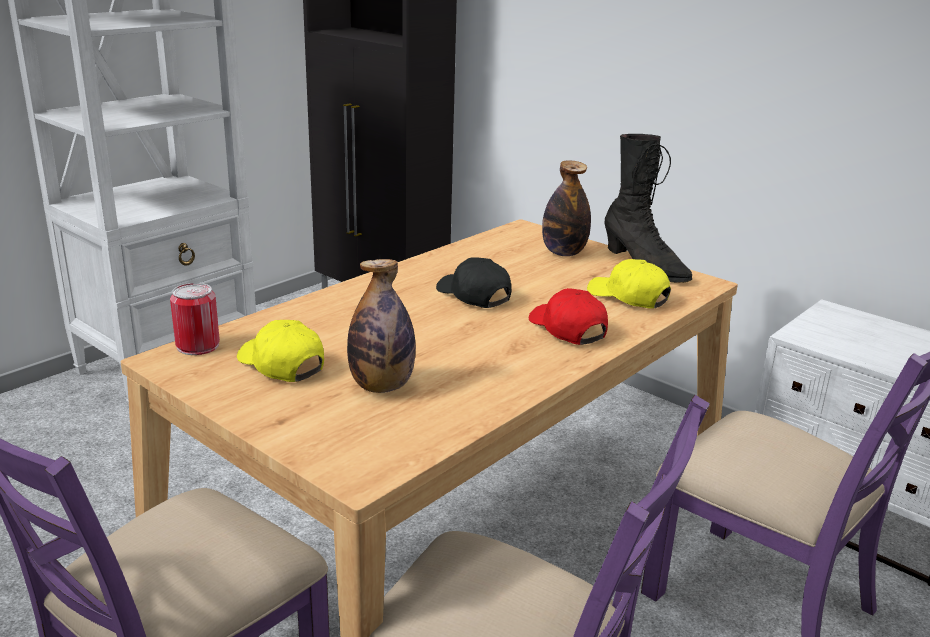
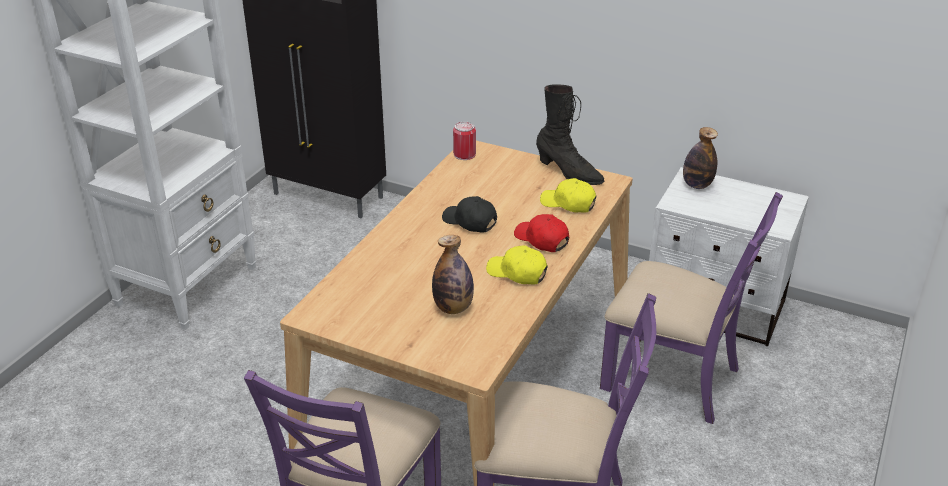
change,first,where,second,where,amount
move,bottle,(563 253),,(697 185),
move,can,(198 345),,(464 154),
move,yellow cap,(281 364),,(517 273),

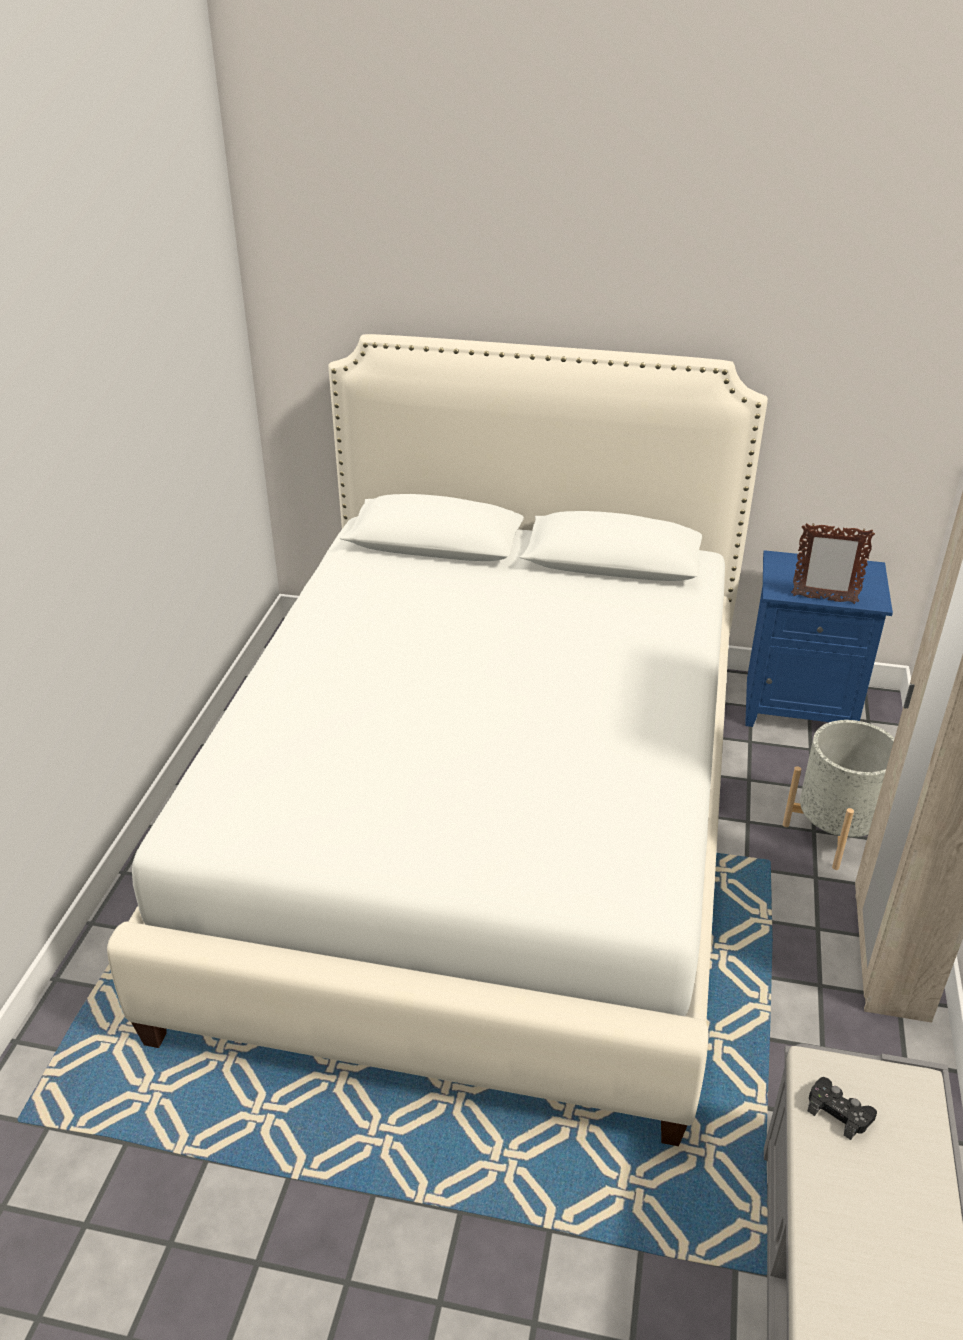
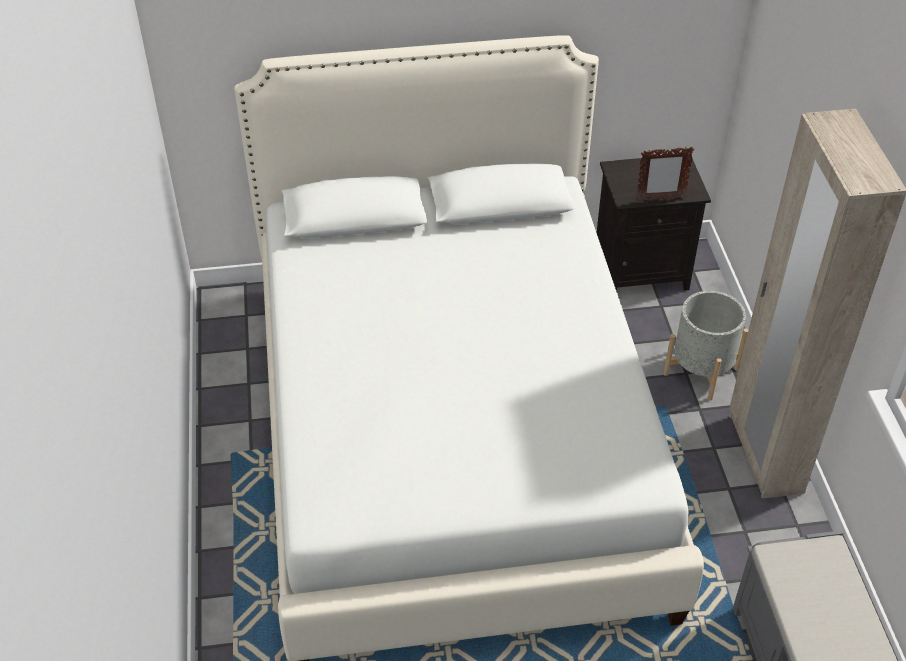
change,first,where,second,where,amount
recolor,blue nightstand,(801 706),black nightstand,(642 270),
delete,black game controller,(839 1112),,,

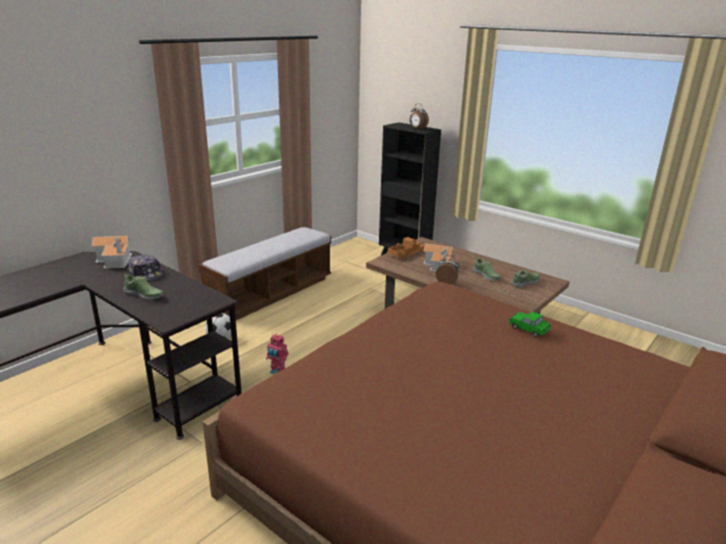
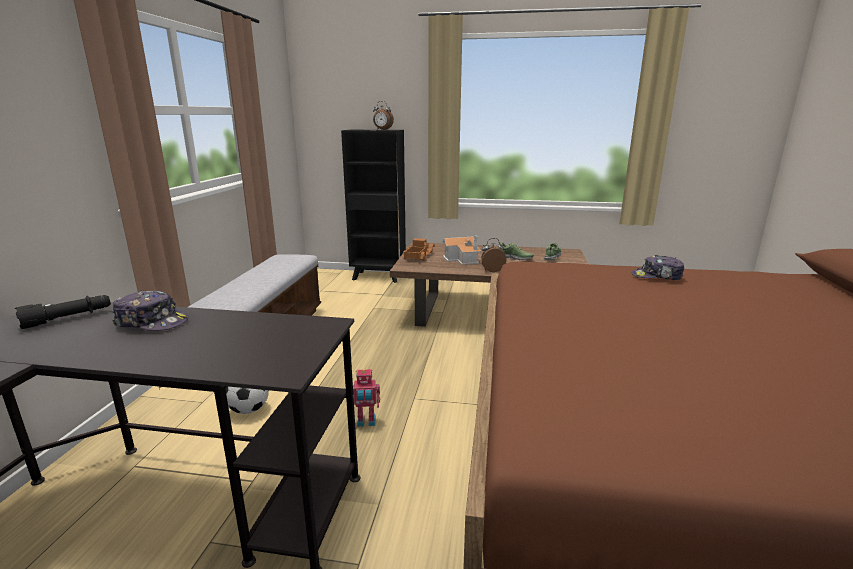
change,first,where,second,where,amount
replace,toy house,(116 260),black flashlight,(68 318),
delete,shoe,(144 295),,,
replace,toy car,(528 329),cap,(657 276),

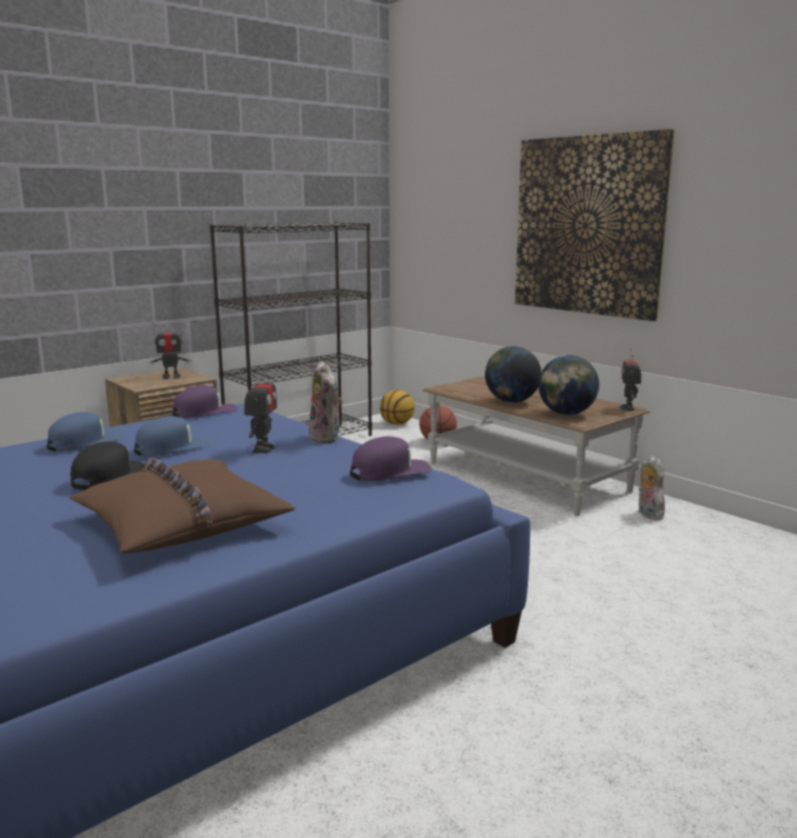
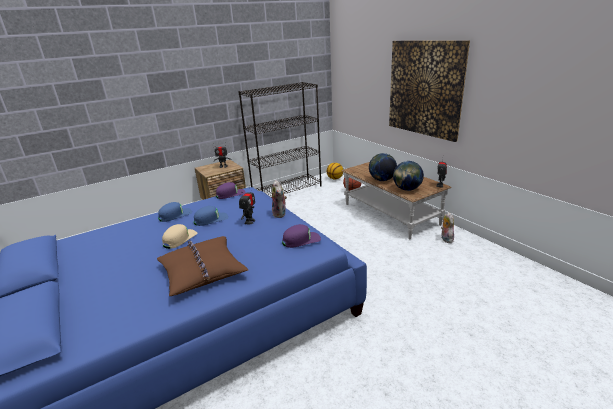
change,first,where,second,where,amount
recolor,black cap,(108 476),beige cap,(179 239),

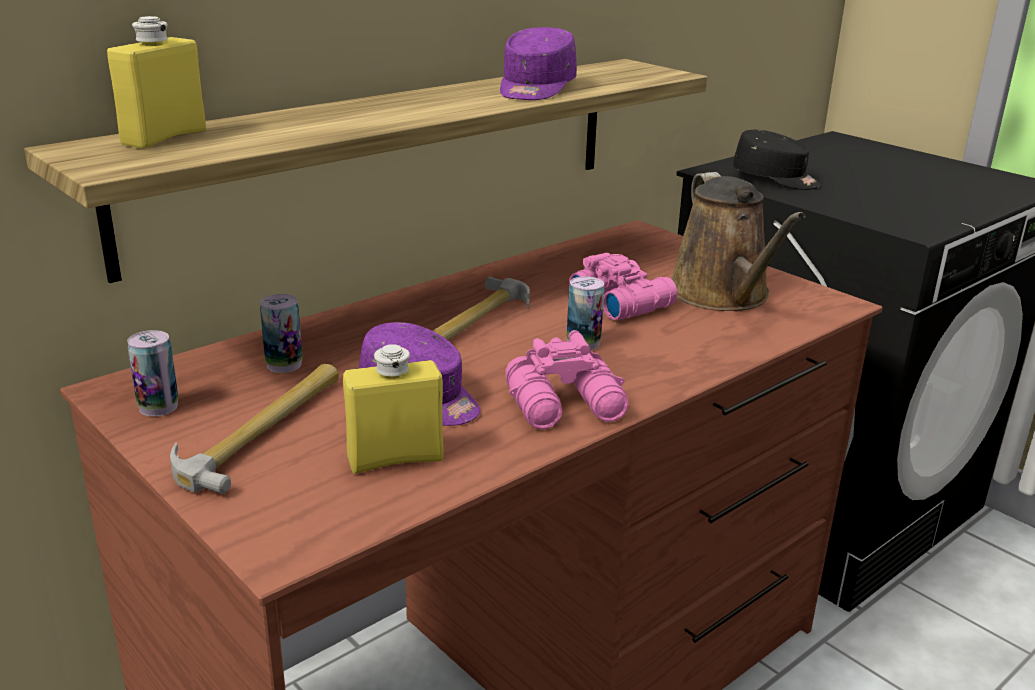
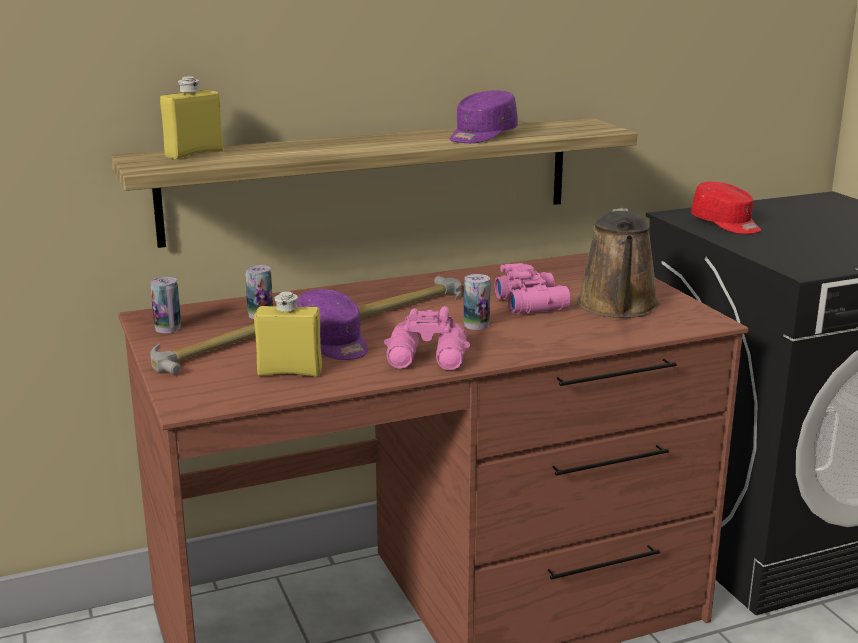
change,first,where,second,where,amount
recolor,black cap,(776 179),red cap,(726 224),

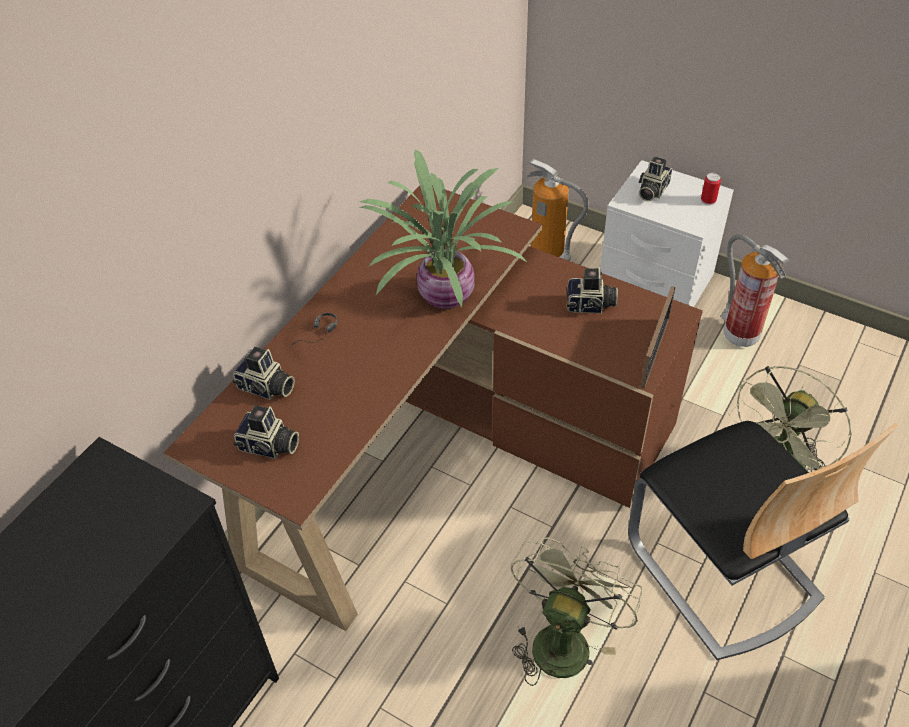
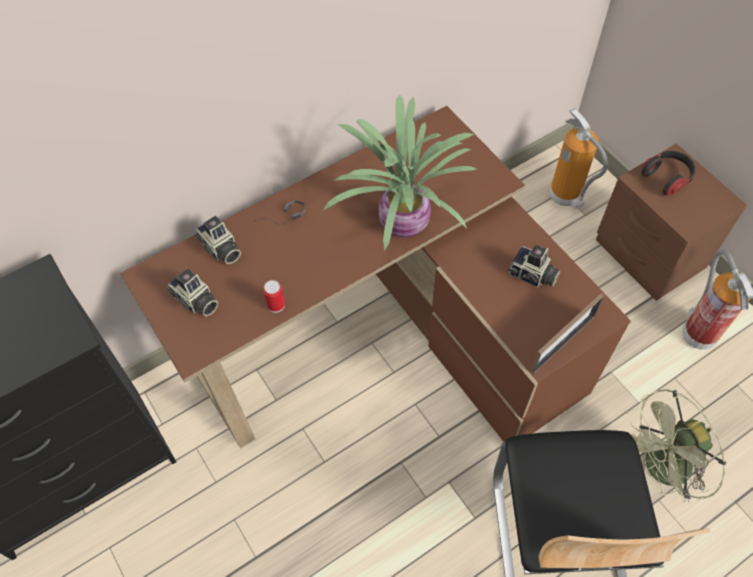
change,first,where,second,where,amount
replace,photo camera,(651 190),headphones,(667 177),
recolor,white nightstand,(656 281),brown nightstand,(649 254),
move,can,(708 200),,(276 305),
delete,green fan,(563 638),,,

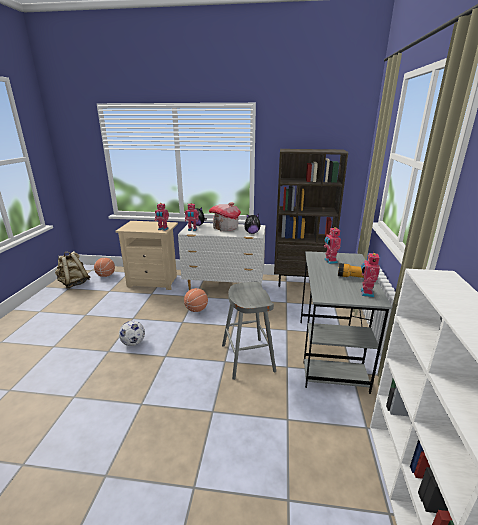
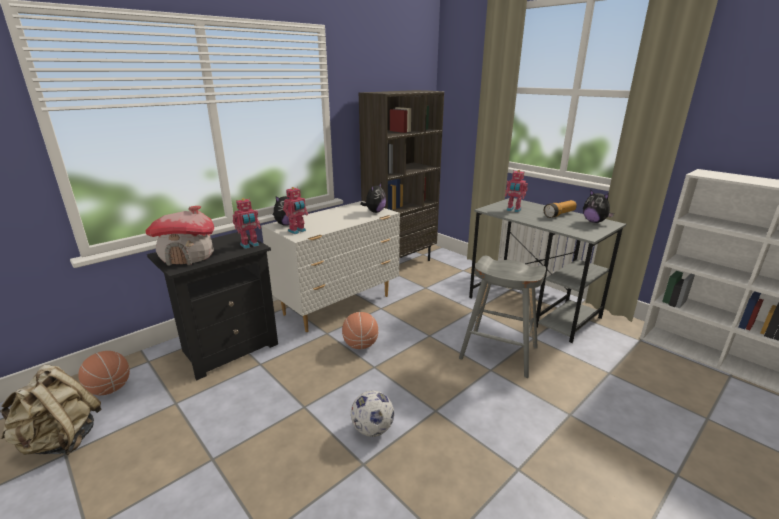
change,first,where,second,where,amount
move,toy house,(225 228),,(188 257),
recolor,beige nightstand,(154 281),black nightstand,(228 348),
replace,toy robot,(365 293),plush toy,(594 222),

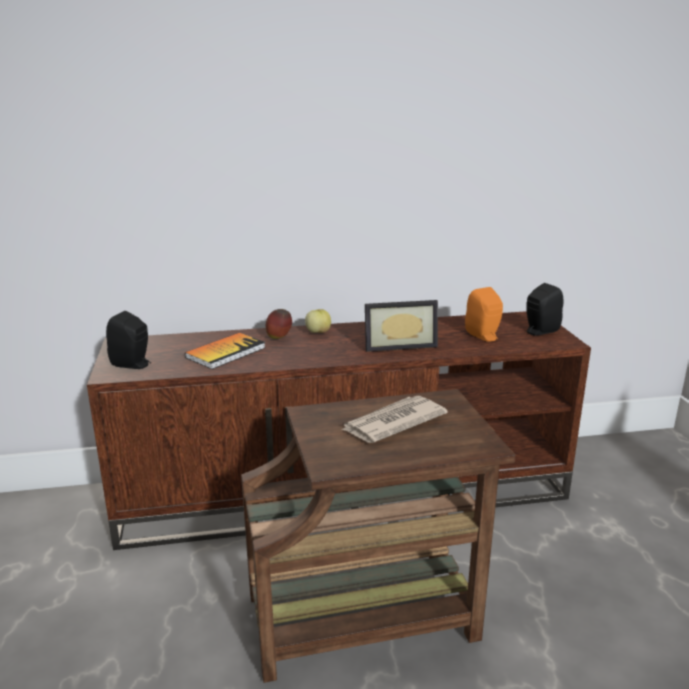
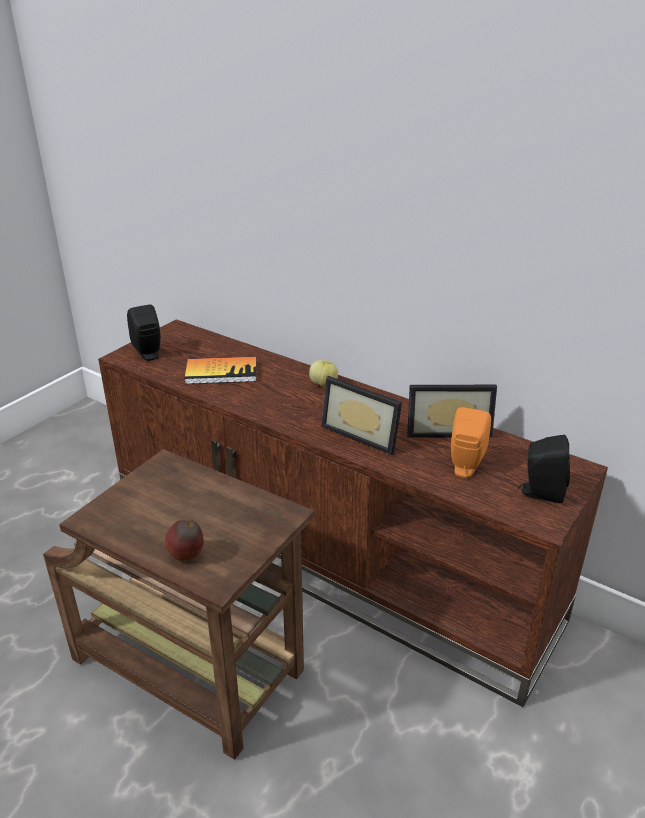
change,first,where,second,where,amount
move,apple,(279 338),,(187 557),
delete,newspaper,(392 423),,,
insert,,,picture frame,(447 429),

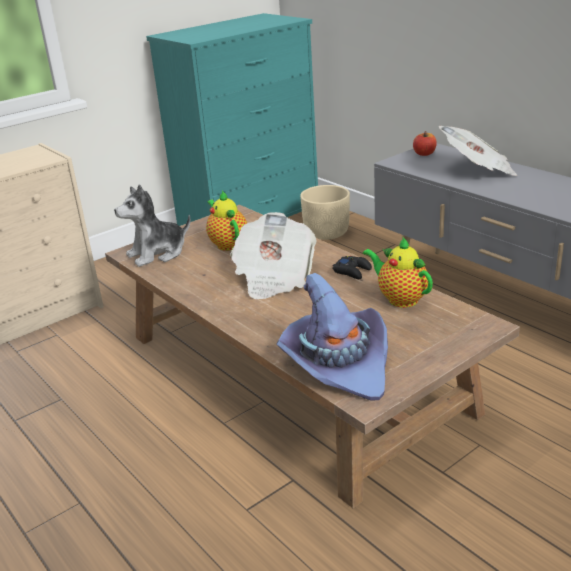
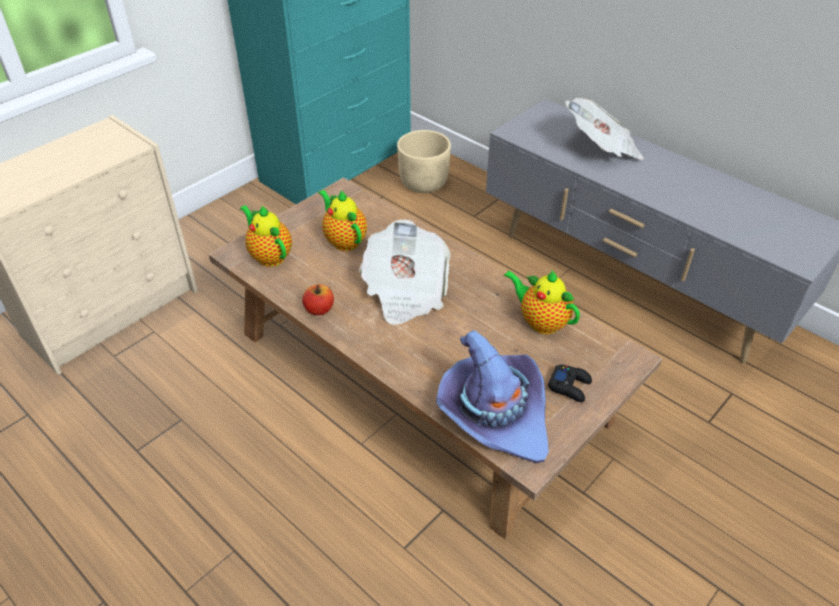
change,first,where,second,where,amount
move,apple,(424 154),,(319 309),
replace,plush toy,(157 253),teapot,(269 256),
move,black game controller,(352 271),,(570 386),

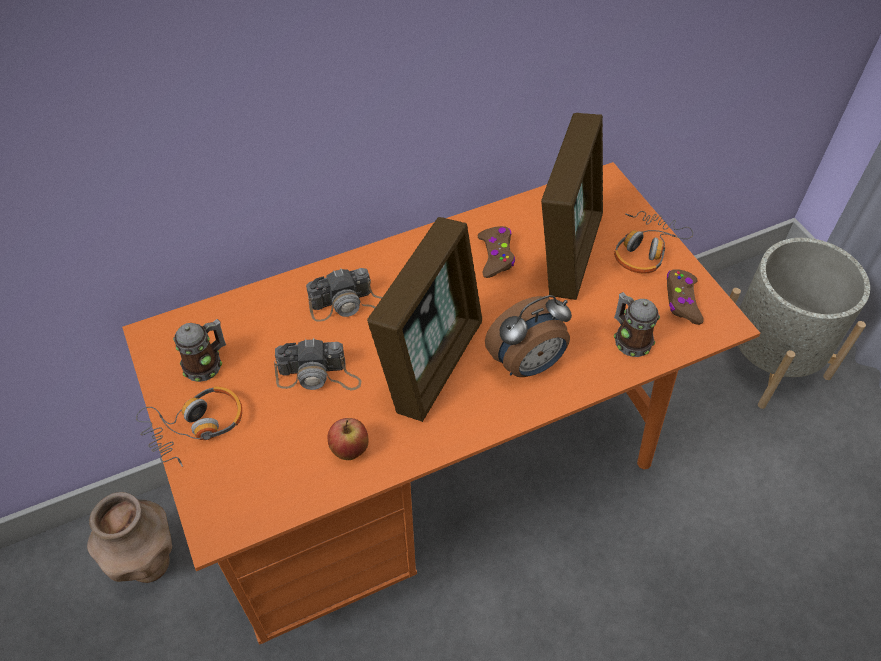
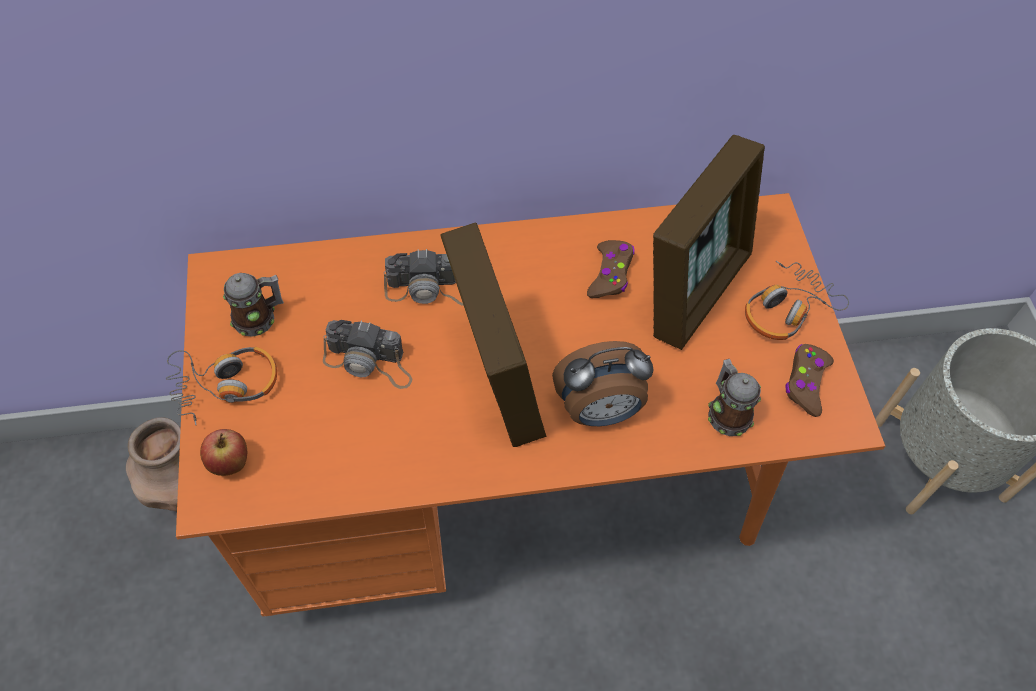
change,first,where,second,where,amount
rotate,picture frame,(431 362),,(495 379),60 degrees counterclockwise
move,apple,(350 450),,(230 463),

